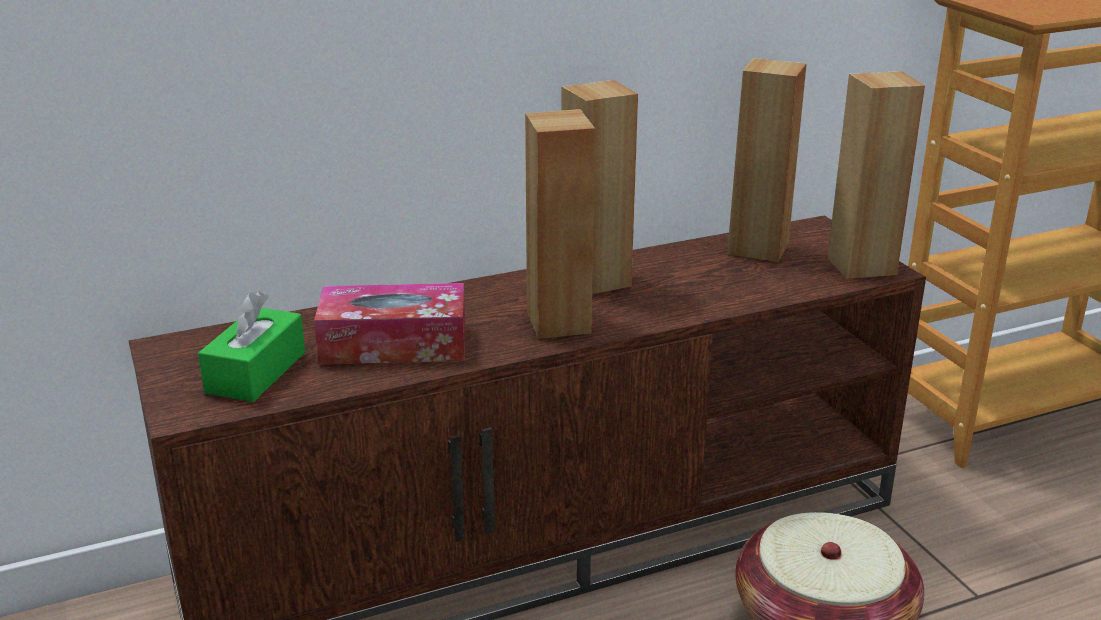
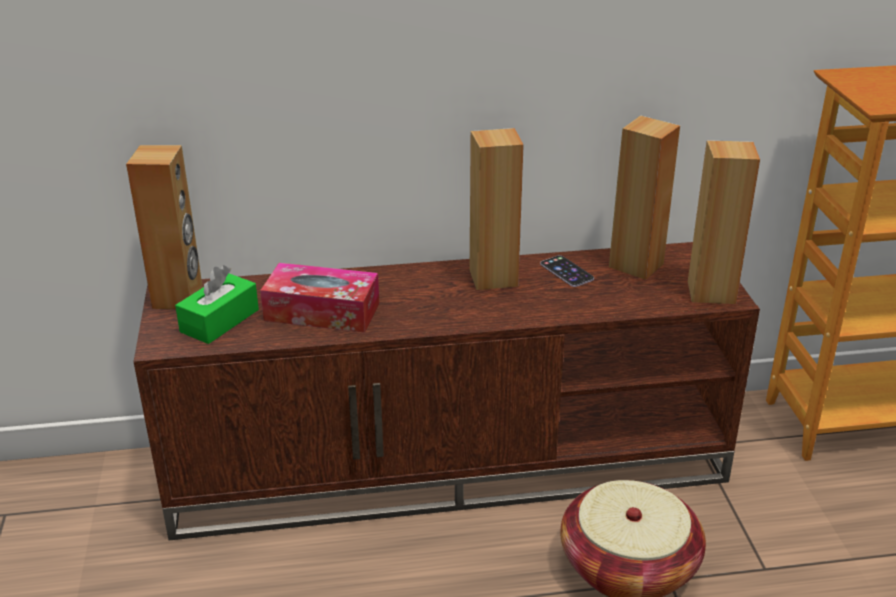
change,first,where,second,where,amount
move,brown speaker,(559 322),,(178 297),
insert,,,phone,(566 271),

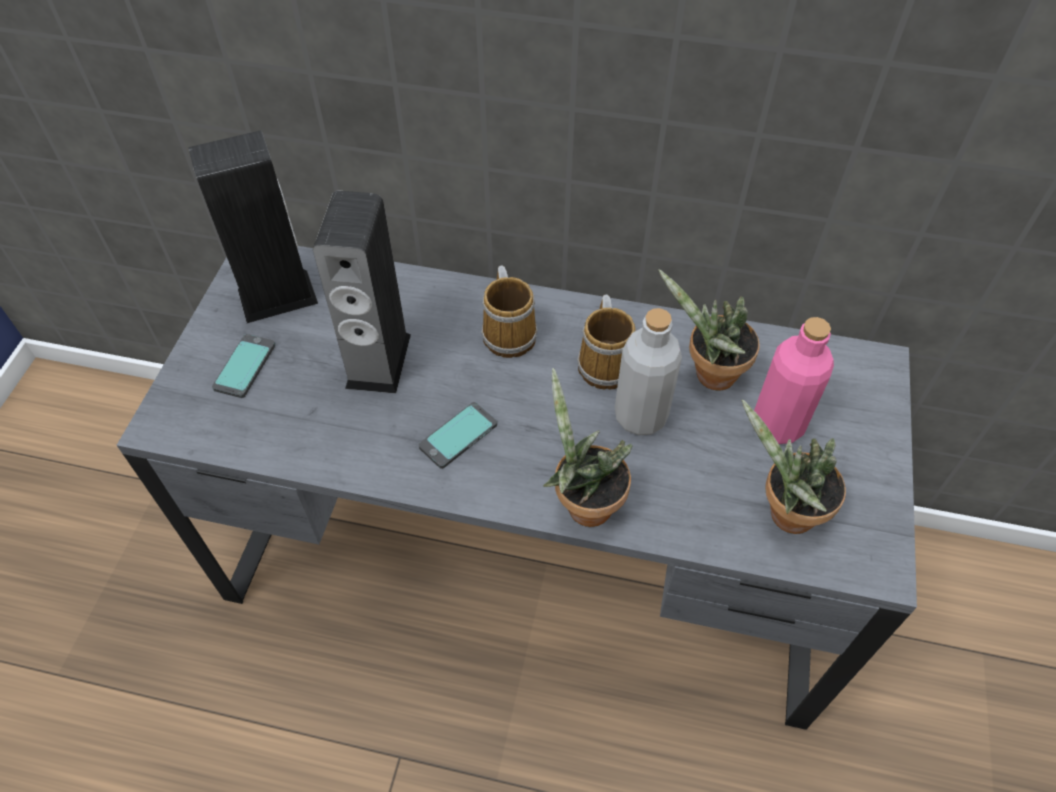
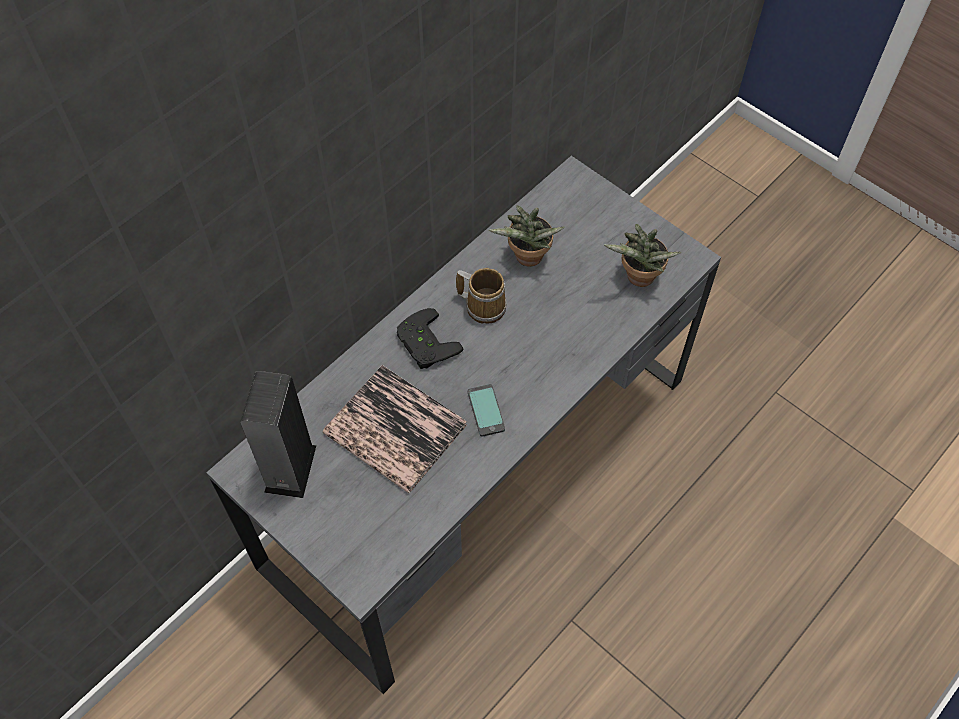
change,first,where,second,where,amount
replace,speaker,(378 360),book,(395 429),
replace,mug,(510 333),black game controller,(424 344),
delete,grey bottle,(640 416),,,
delete,pink bottle,(777 424),,,
delete,phone,(244 366),,,
delete,potted plant,(583 503),,,

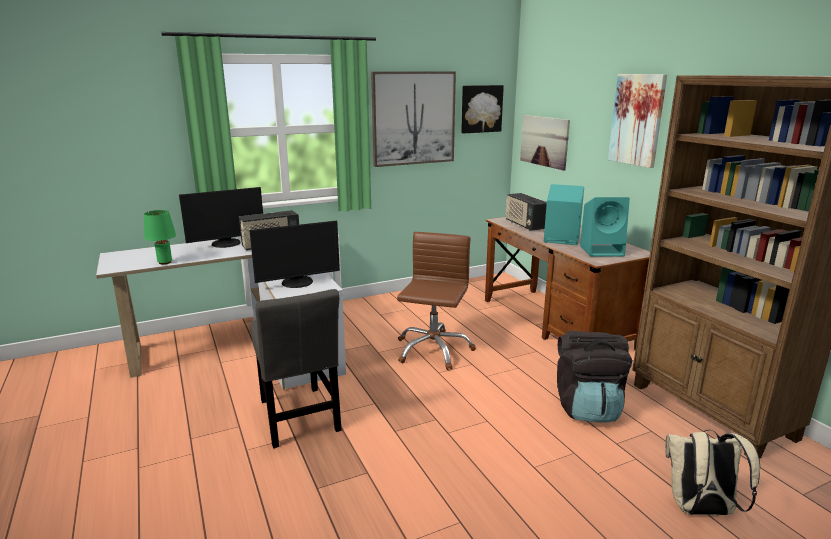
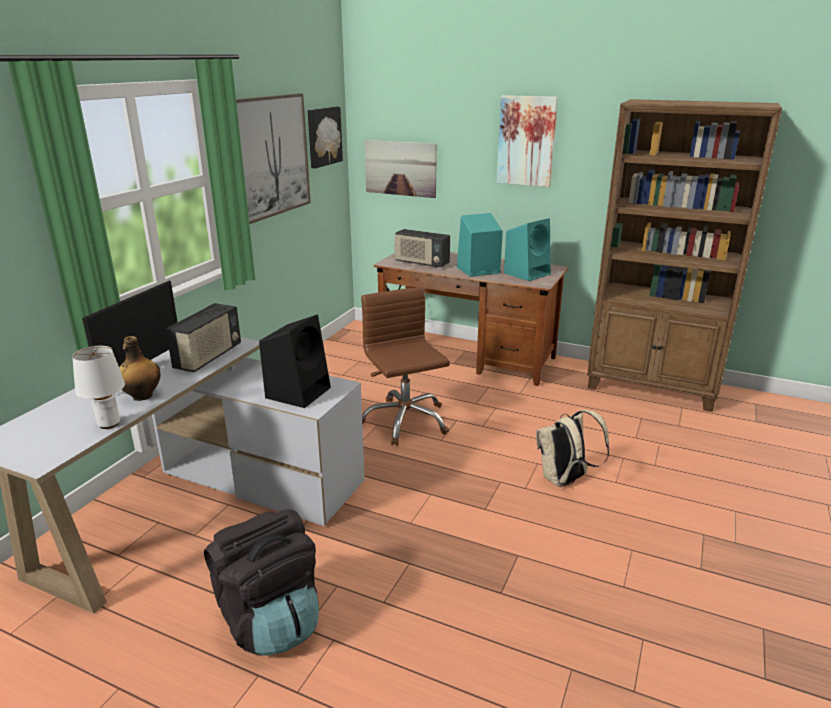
change,first,where,second,where,amount
recolor,green table lamp,(165 262),white table lamp,(109 424),
replace,monitor,(298 283),black speaker,(299 392),
delete,grey chair,(299 419),,,
move,black backpack,(587 407),,(270 620),
move,beige backpack,(700 510),,(564 480),
insert,,,bottle,(142 396),

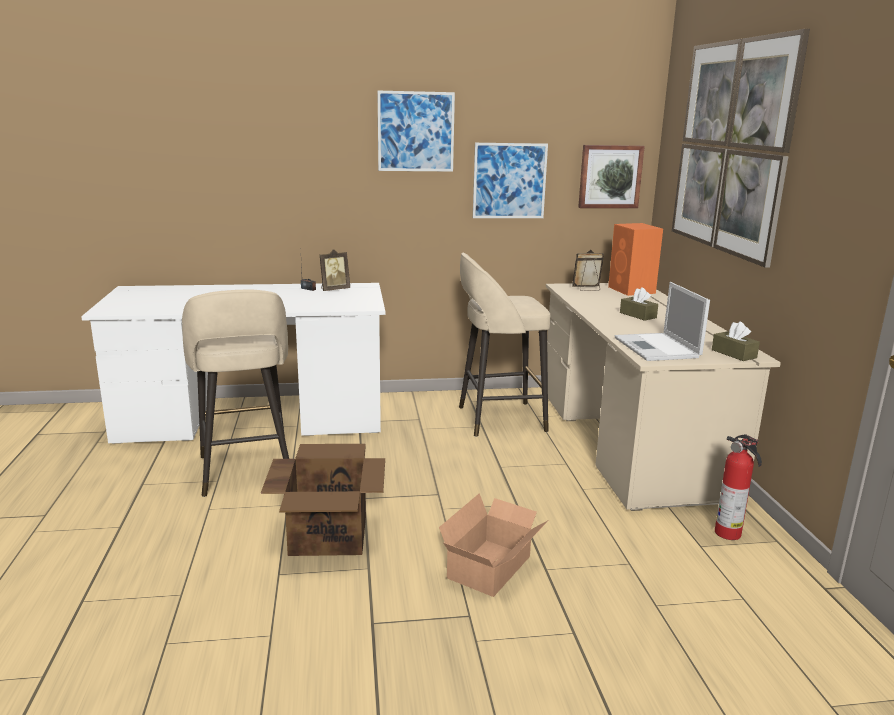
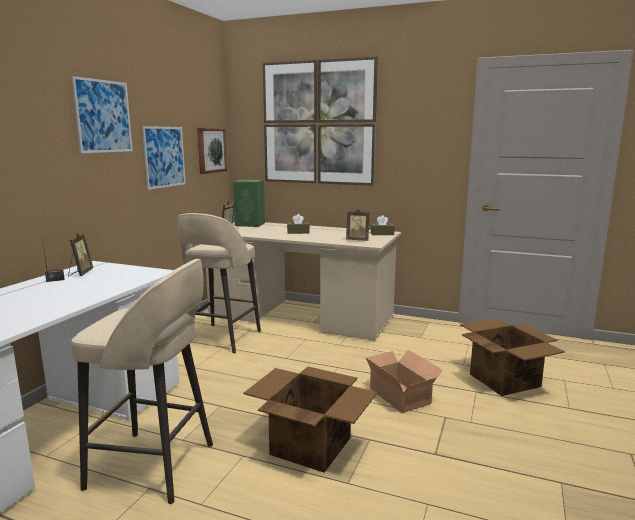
change,first,where,second,where,amount
recolor,orange speaker,(632 290),green speaker,(250 224),
replace,laptop,(657 348),picture frame,(358 240),
delete,fire extinguisher,(729 534),,,
insert,,,cardboard box,(504 380),

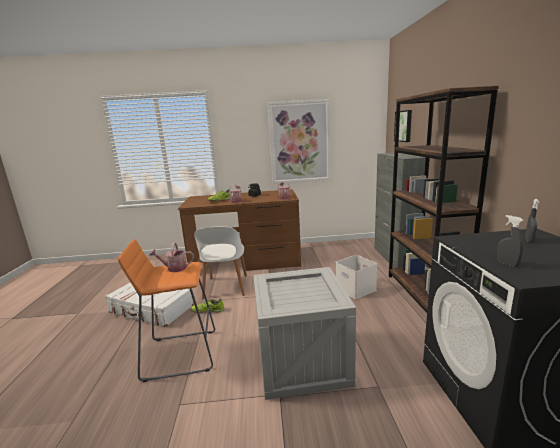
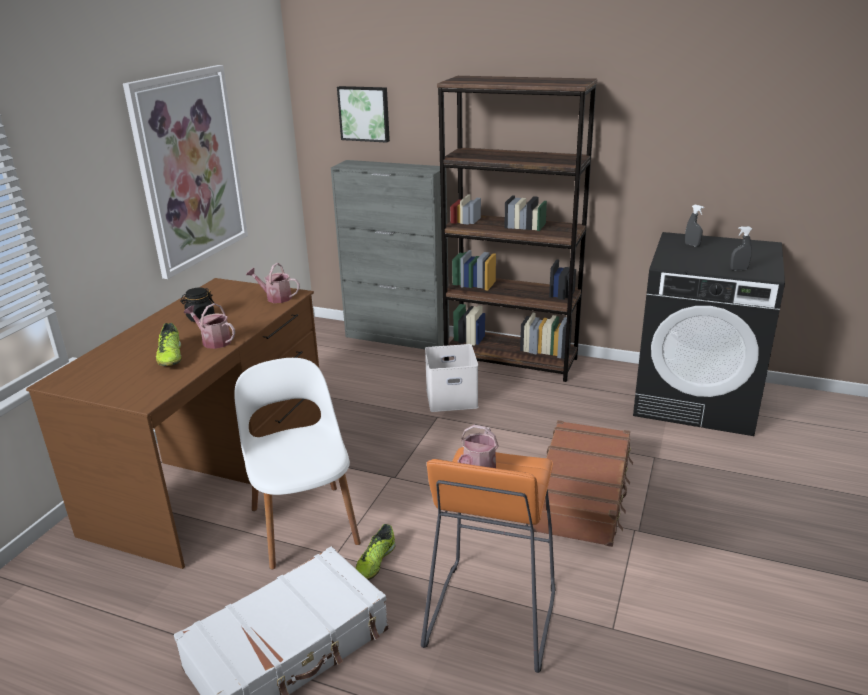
change,first,where,second,where,amount
rotate,white chair,(225 287),,(304 523),135 degrees counterclockwise
replace,crate,(303 360),brown suitcase,(583 493),

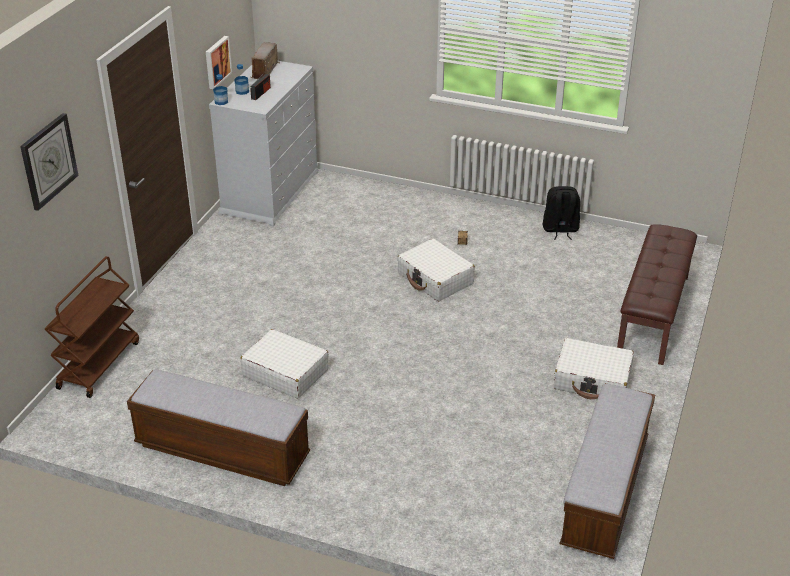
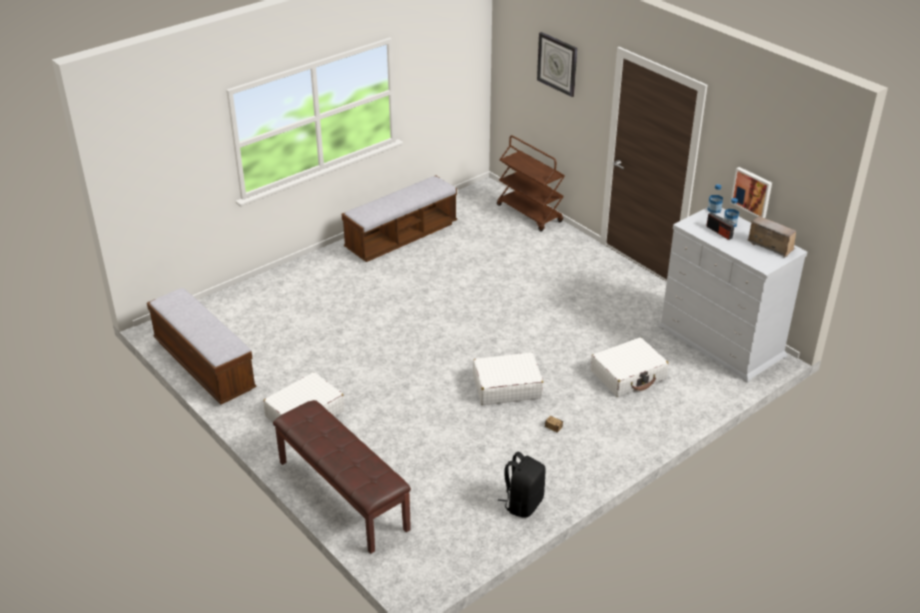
change,first,where,second,where,amount
move,white suitcase,(285 372),,(628 375),

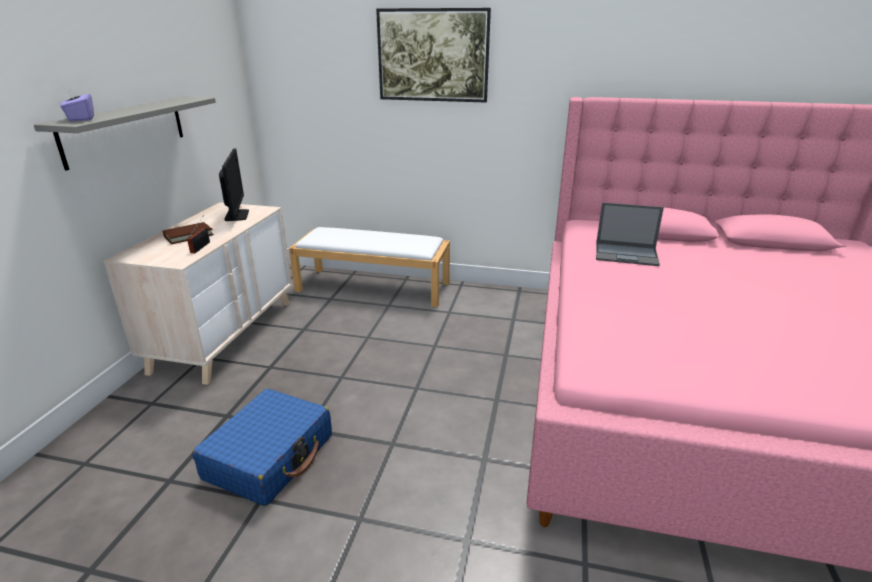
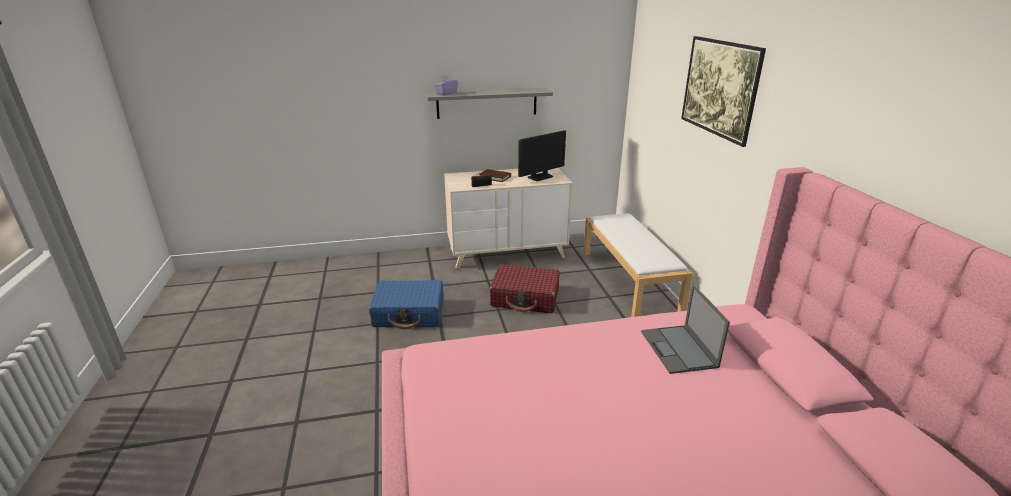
change,first,where,second,where,amount
insert,,,red suitcase,(525 298),

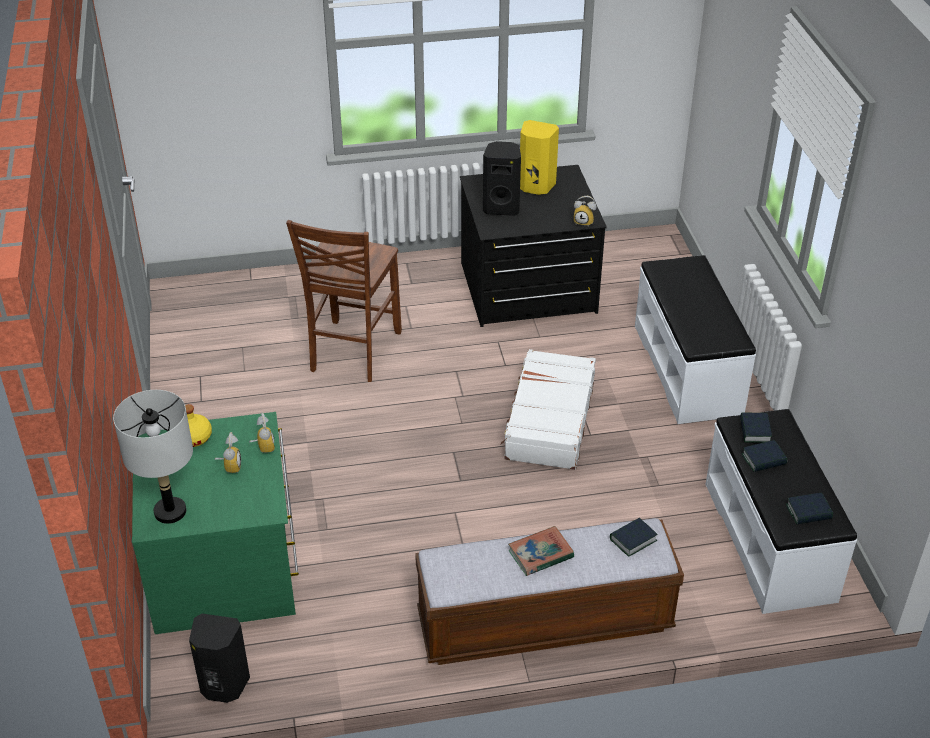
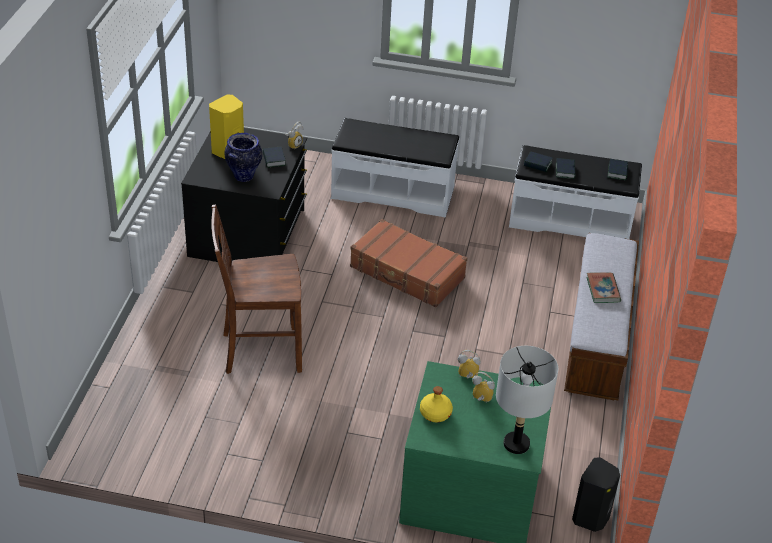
change,first,where,second,where,amount
replace,black speaker,(501 207),vase,(244 176),
rotate,brown chair,(352 352),,(260 351),135 degrees clockwise
recolor,white suitcase,(549 420),brown suitcase,(407 273),
move,book,(633 540),,(273 159),

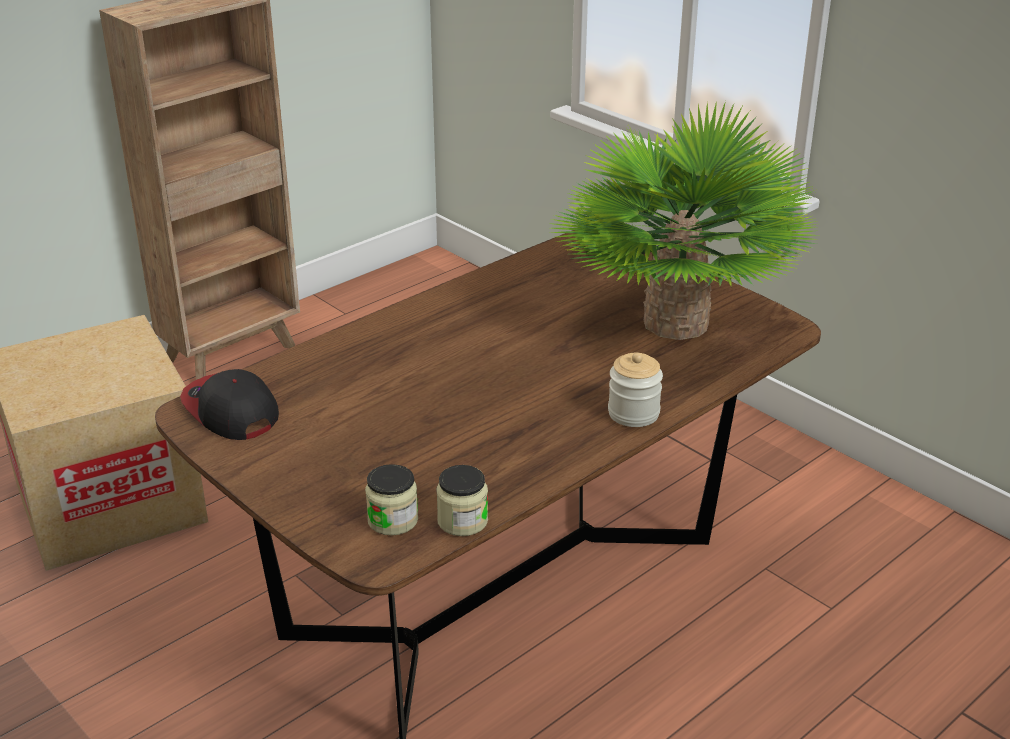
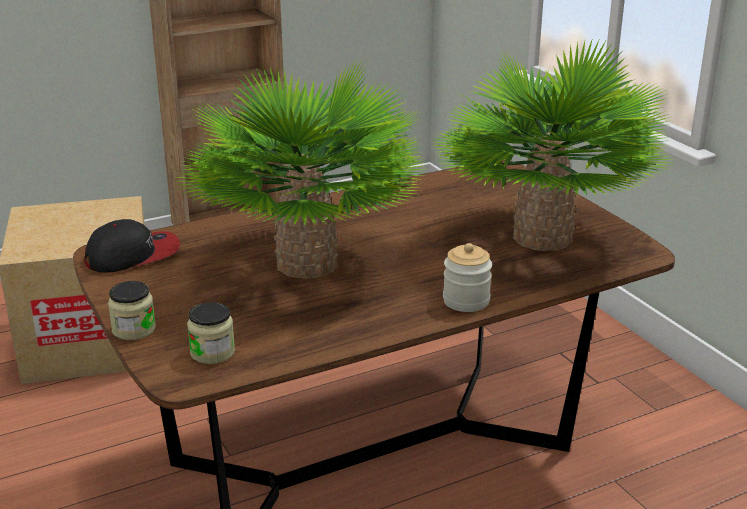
change,first,where,second,where,amount
rotate,cap,(230 410),,(133 255),90 degrees clockwise
move,jar,(462 521),,(134 329),
insert,,,potted plant,(307 263),

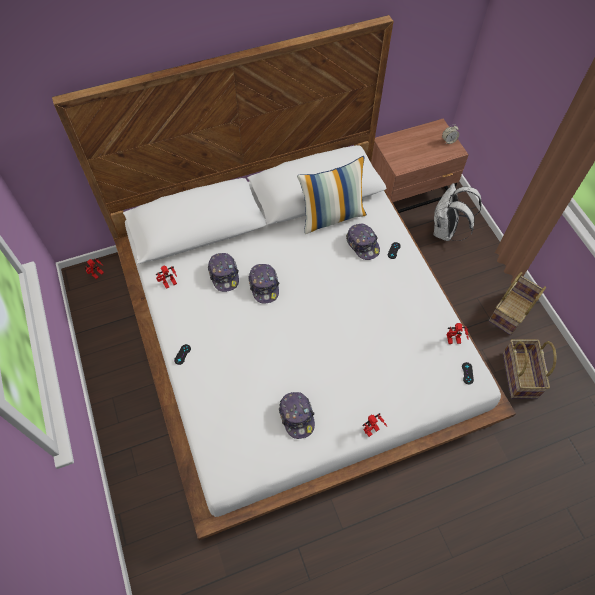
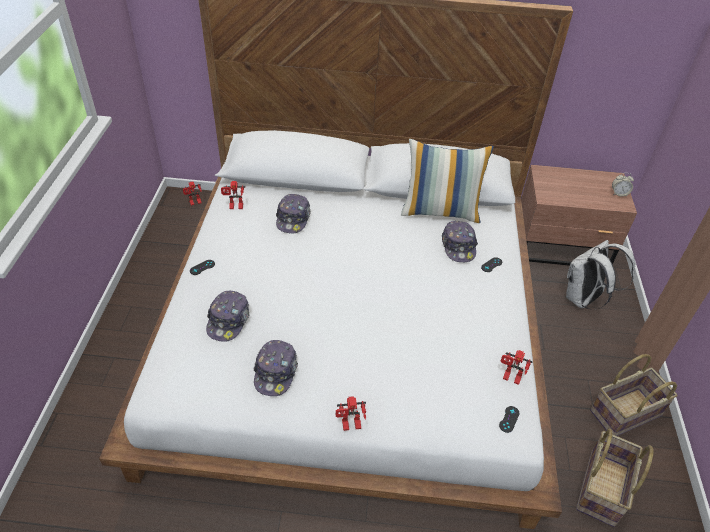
change,first,where,second,where,amount
move,cap,(264 286),,(228 321),

